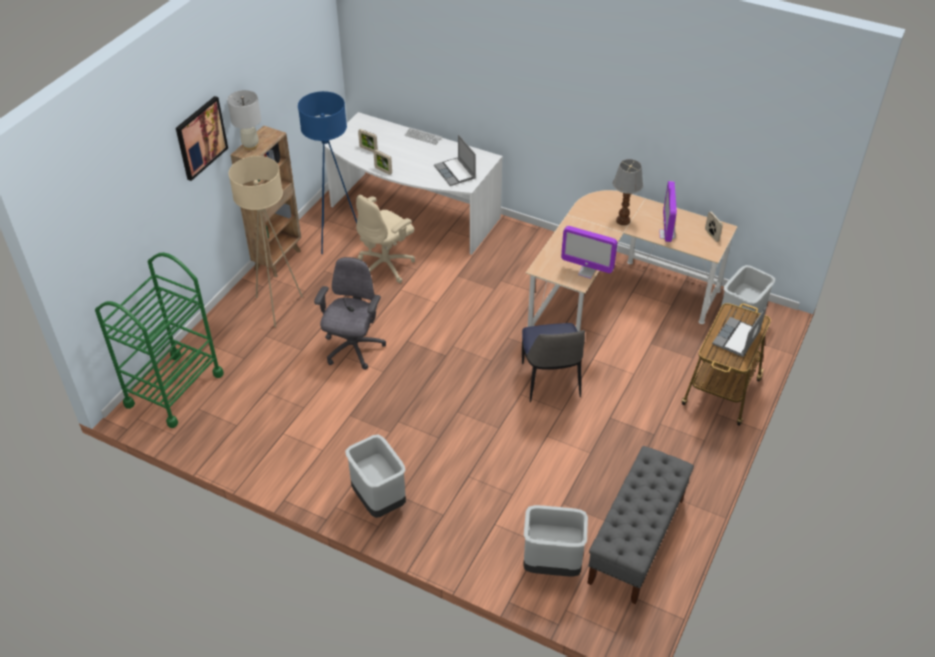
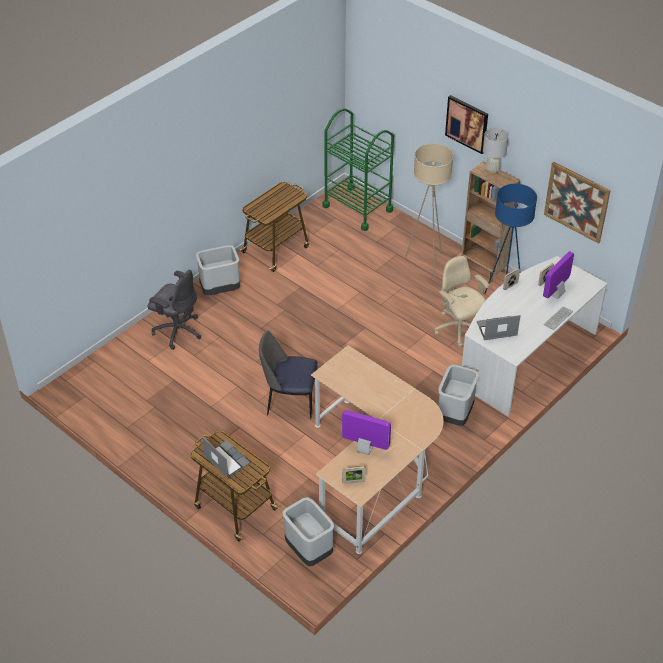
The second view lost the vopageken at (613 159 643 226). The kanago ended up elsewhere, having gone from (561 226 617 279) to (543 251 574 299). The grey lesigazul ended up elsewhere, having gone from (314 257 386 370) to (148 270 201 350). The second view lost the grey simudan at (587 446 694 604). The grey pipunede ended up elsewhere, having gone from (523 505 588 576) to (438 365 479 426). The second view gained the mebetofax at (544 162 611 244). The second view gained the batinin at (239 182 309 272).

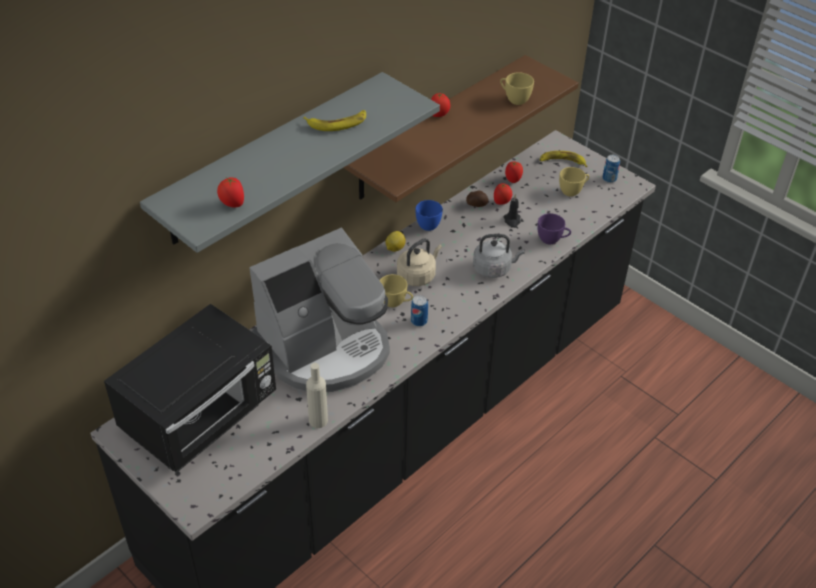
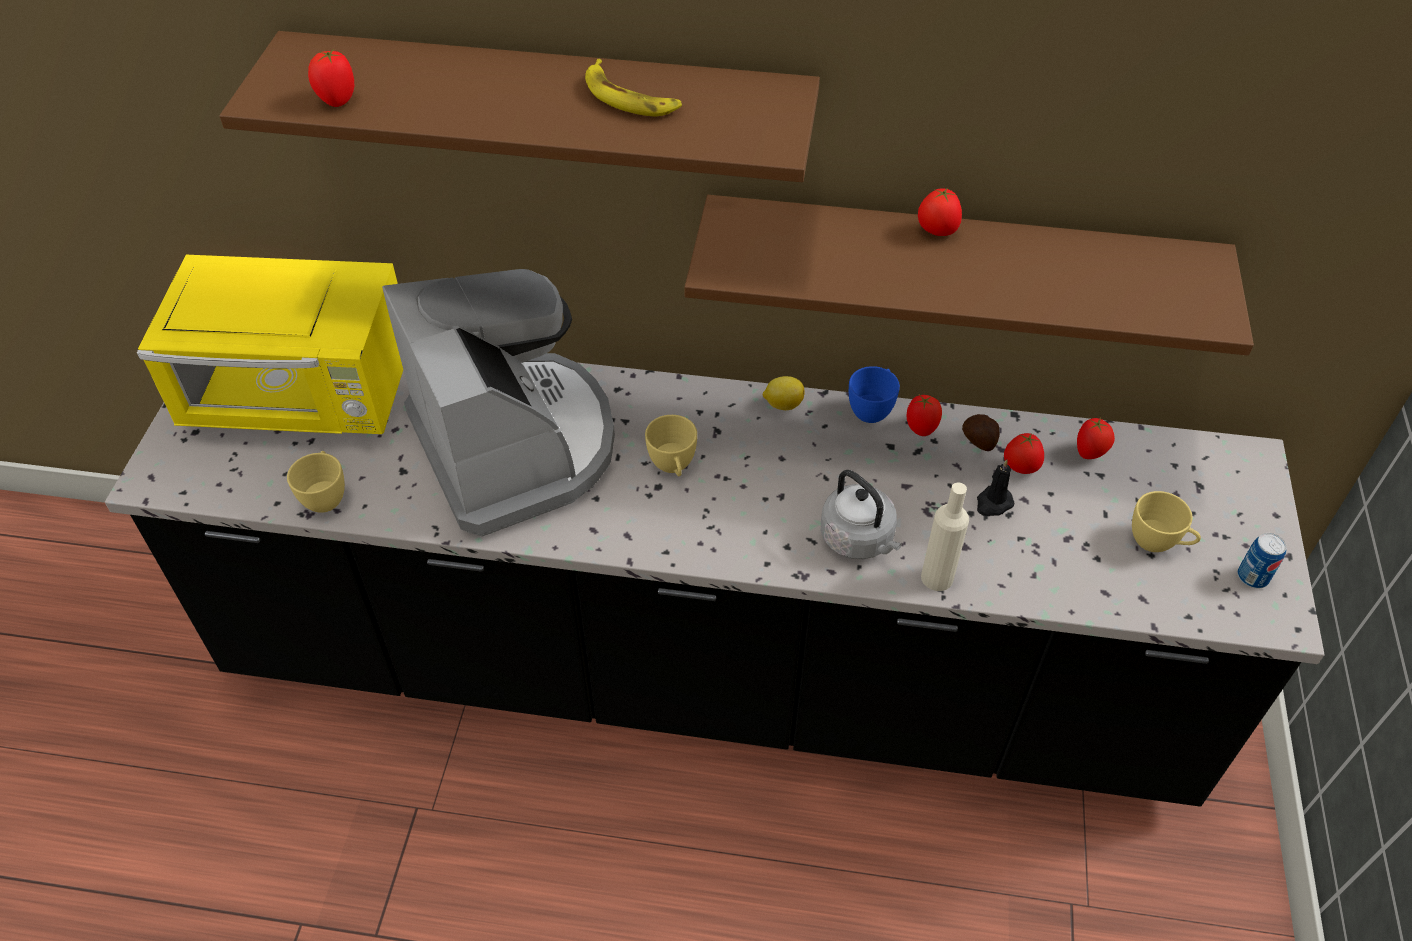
What was the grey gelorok at (140 72 440 253) turned into the brown gelorok at (219 31 820 182). The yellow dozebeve ended up elsewhere, having gone from (500 72 534 105) to (287 451 345 513). The second view lost the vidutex at (540 151 588 167). The second view lost the purple dozebeve at (538 213 571 245). The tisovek at (249 228 390 392) ended up facing another way, 135 degrees counterclockwise from before. The second view lost the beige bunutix at (397 238 442 286). The second view lost the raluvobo at (411 295 428 327). What was the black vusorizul at (104 304 276 473) turned into the yellow vusorizul at (137 255 403 434). The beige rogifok ended up elsewhere, having gone from (306 363 328 428) to (921 483 969 591). The second view gained the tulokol at (906 395 942 436).

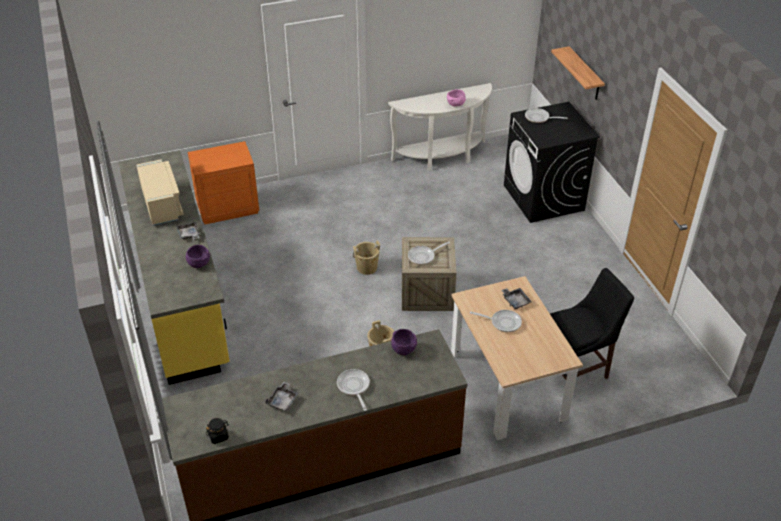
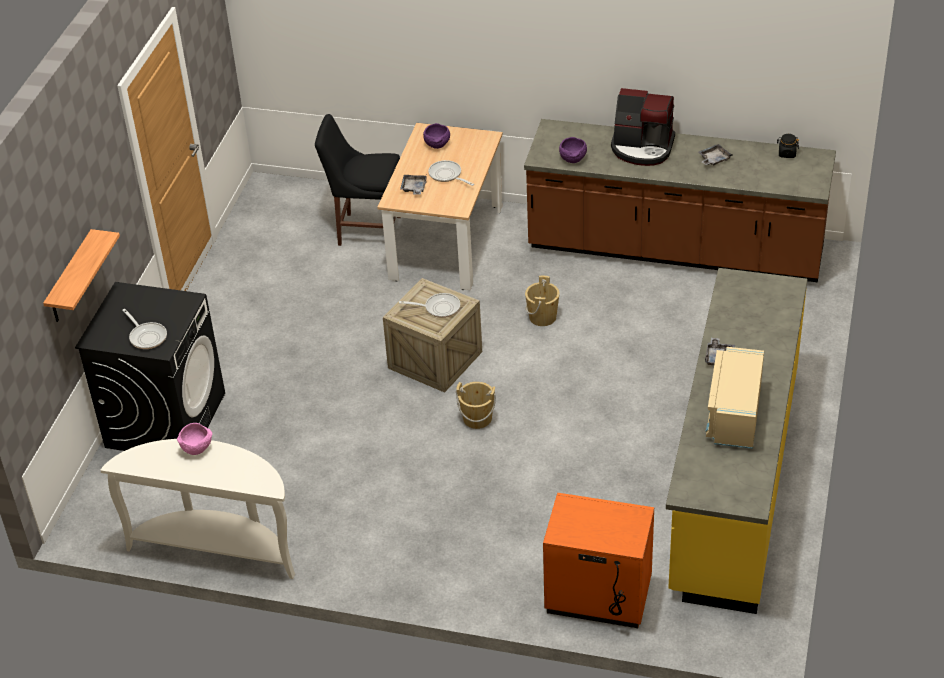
The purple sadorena ended up elsewhere, having gone from (186 245 210 268) to (423 123 450 149). Where the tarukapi stood at (337 369 370 411), the tisovek came to stand at (611 88 675 166).

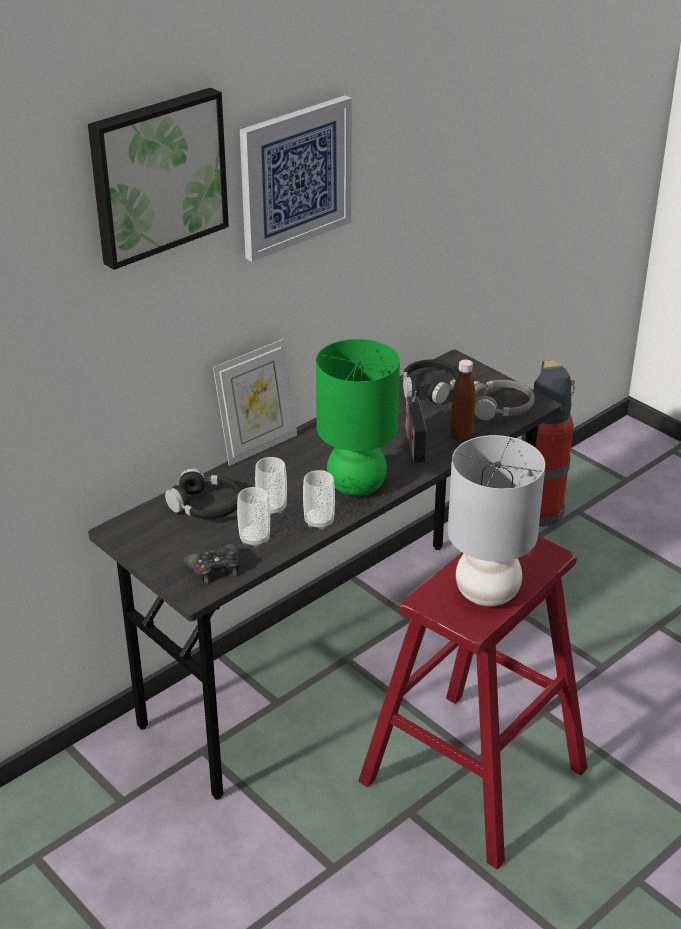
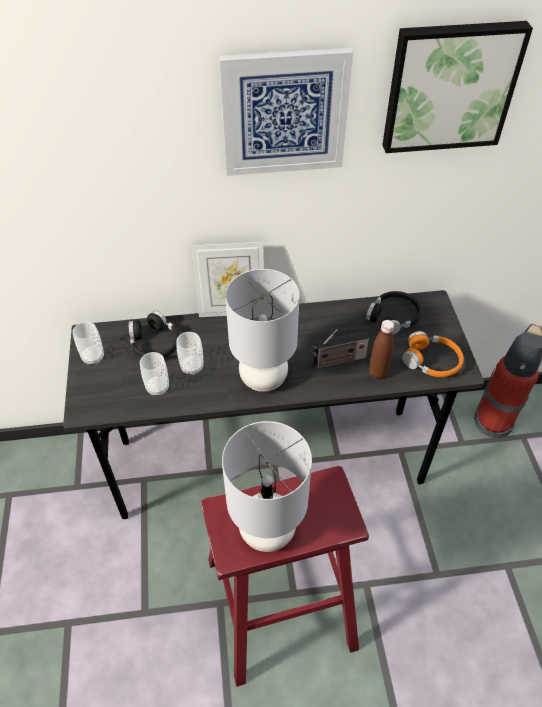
The mebetofax ended up elsewhere, having gone from (88 87 229 270) to (382 21 533 153). What was the green vopageken at (316 339 400 496) turned into the grey vopageken at (225 269 300 392). What was the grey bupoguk at (474 380 535 420) turned into the orange bupoguk at (402 331 464 377). The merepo at (405 391 427 463) ended up facing another way, 135 degrees counterclockwise from before. The dozebeve ended up elsewhere, having gone from (303 470 335 530) to (73 322 104 365). The second view lost the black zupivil at (184 544 240 583).

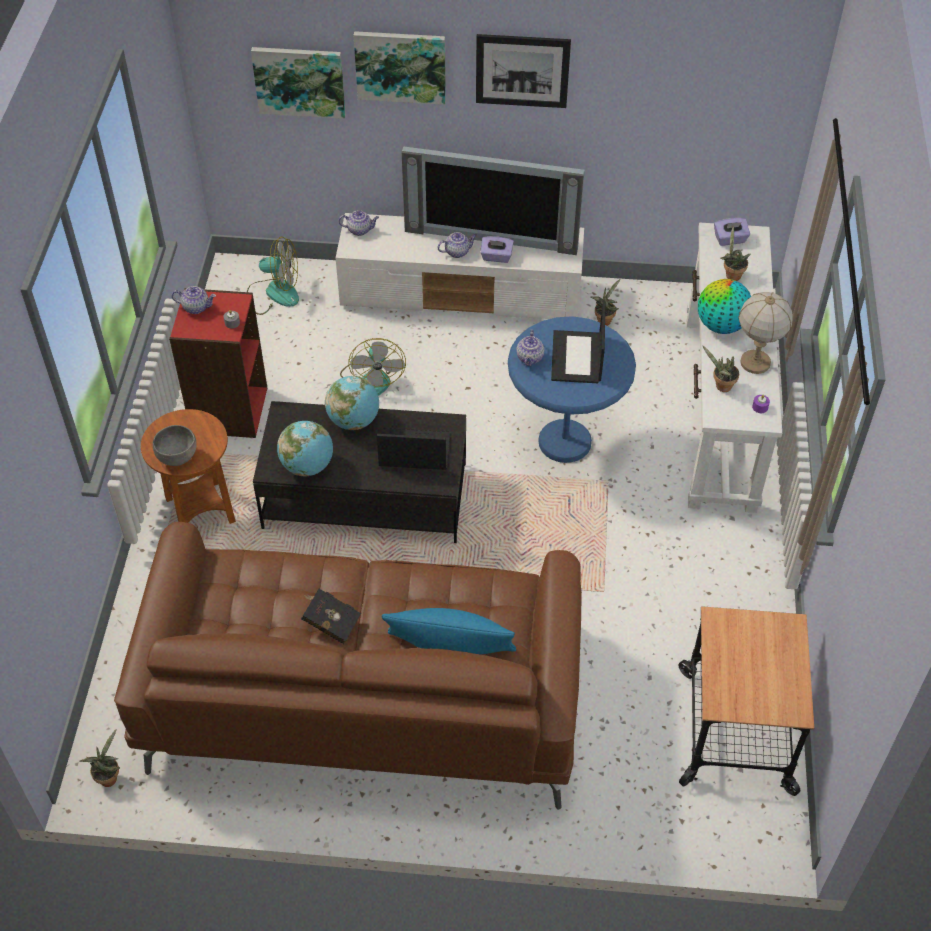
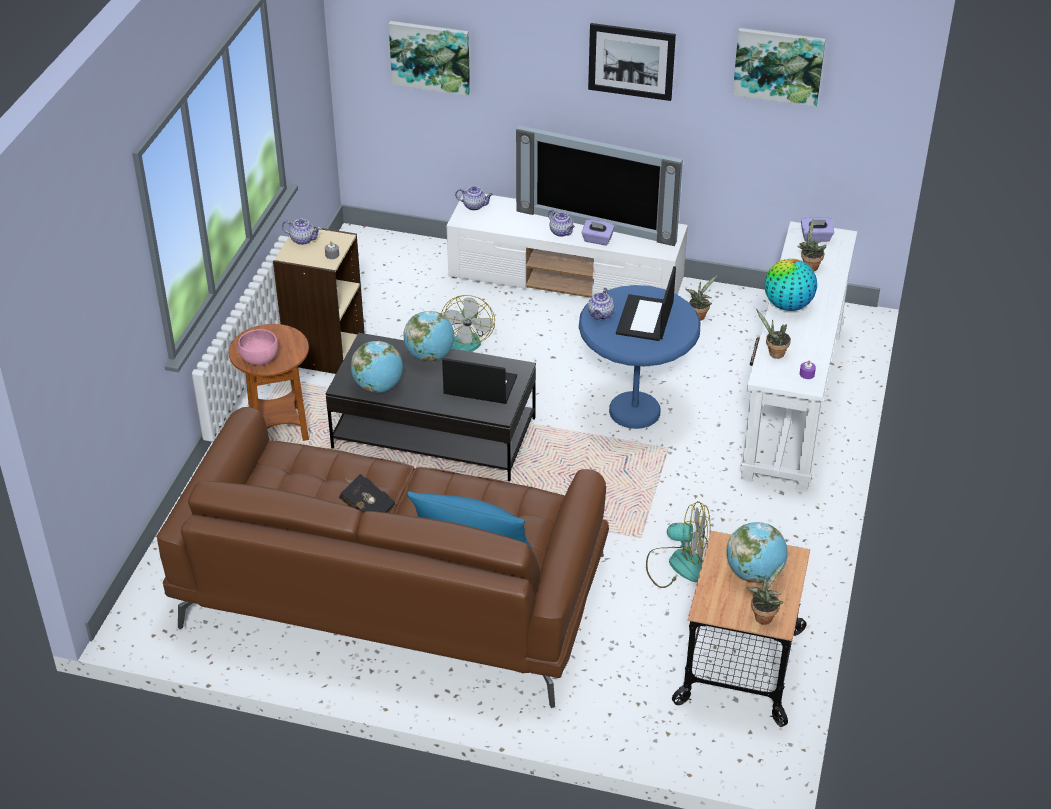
The mebetofax ended up elsewhere, having gone from (354 31 446 105) to (733 28 826 107). The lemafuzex at (438 232 477 258) ended up facing another way, 60 degrees clockwise from before. The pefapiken ended up elsewhere, having gone from (247 236 299 315) to (646 501 710 588). What was the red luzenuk at (169 288 267 438) turned into the beige luzenuk at (273 227 365 374). The second view lost the vopageken at (738 292 793 374). What was the grey sadorena at (153 425 197 466) turned into the pink sadorena at (238 329 278 366). The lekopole ended up elsewhere, having gone from (79 729 120 787) to (746 563 784 625). The second view gained the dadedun at (727 522 788 583).

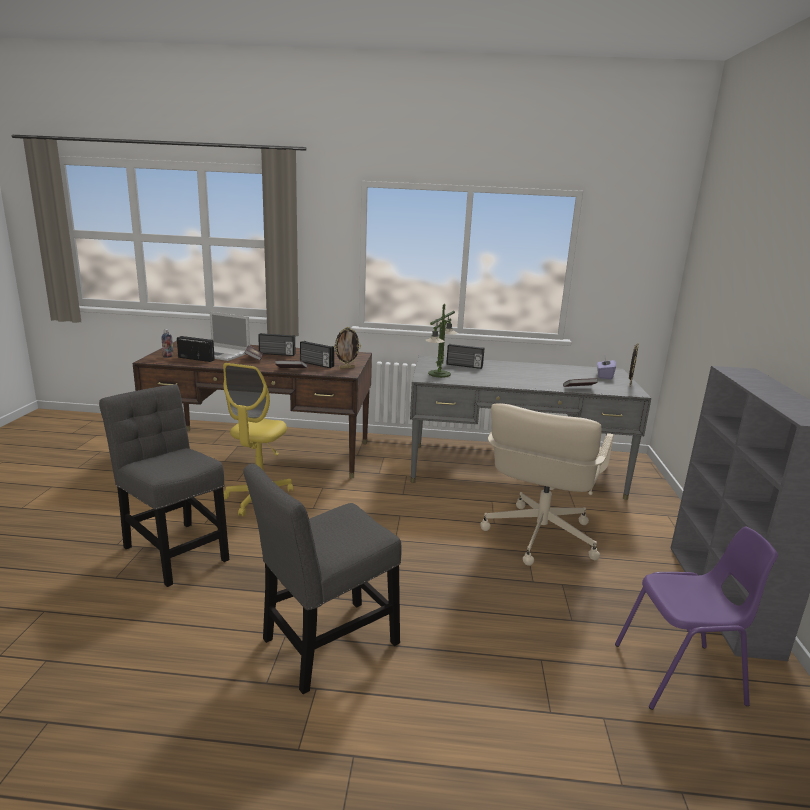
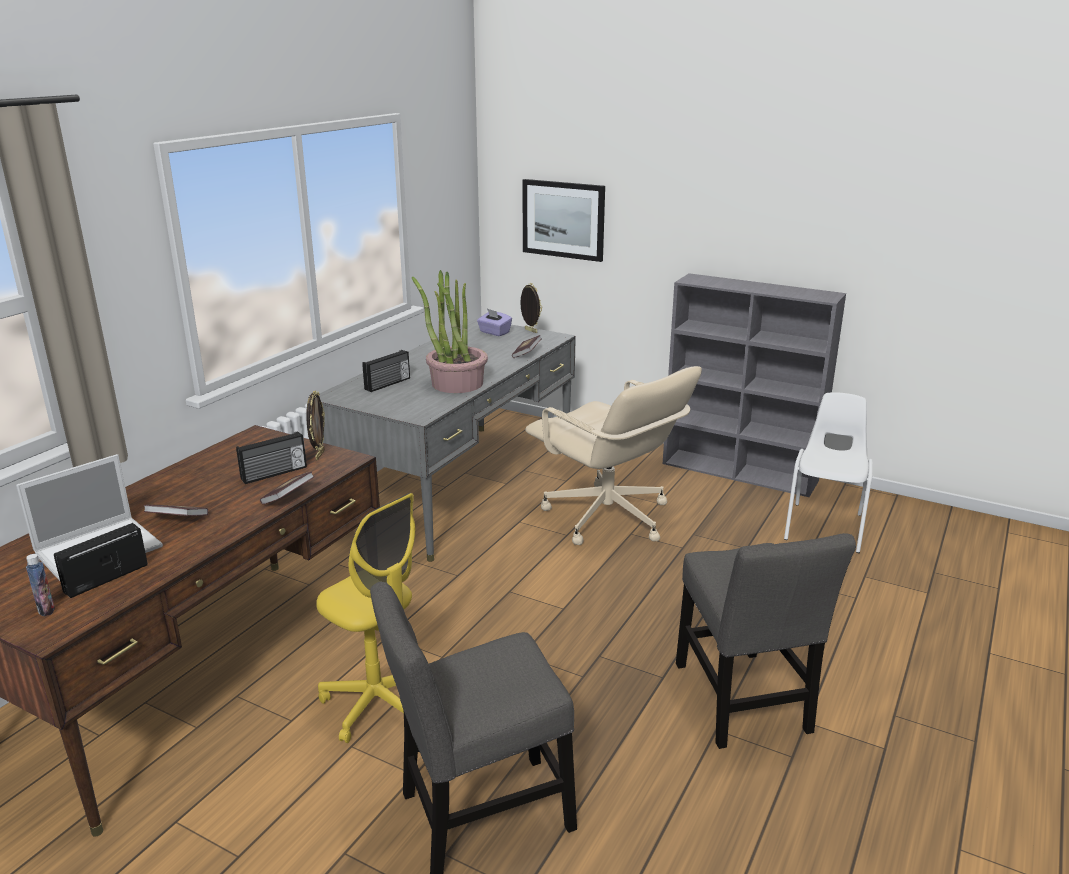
The second view lost the vopageken at (425 303 457 378). The second view lost the merepo at (258 333 295 356). What was the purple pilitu at (615 527 778 710) turned into the white pilitu at (784 392 873 553). The second view gained the mebetofax at (522 179 605 262). The second view gained the lekopole at (412 270 488 393).

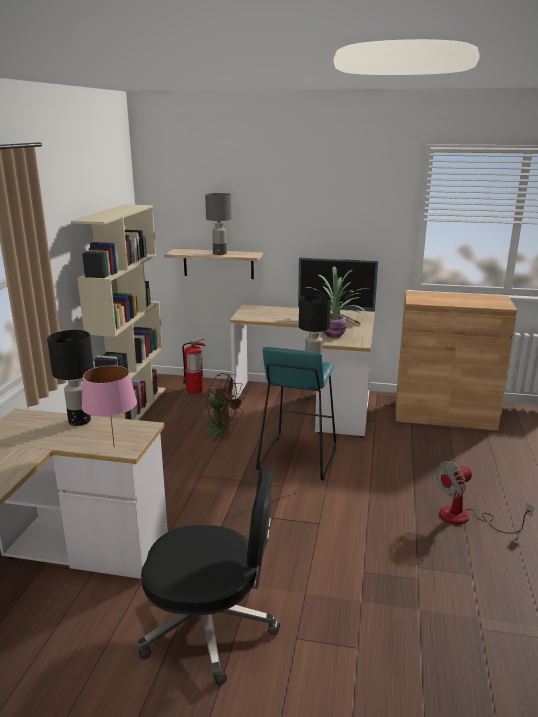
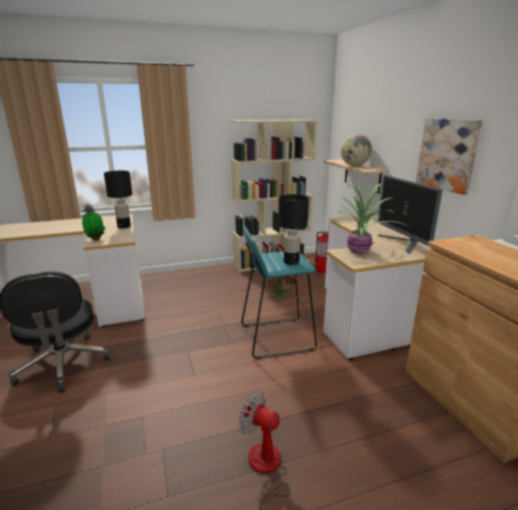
Where the grey vopageken stood at (205 193 231 255), the dadedun came to stand at (341 134 372 166). Where the pink vopageken stood at (82 366 137 447), the lekopole came to stand at (82 204 105 241). The second view gained the mebetofax at (416 118 483 195).

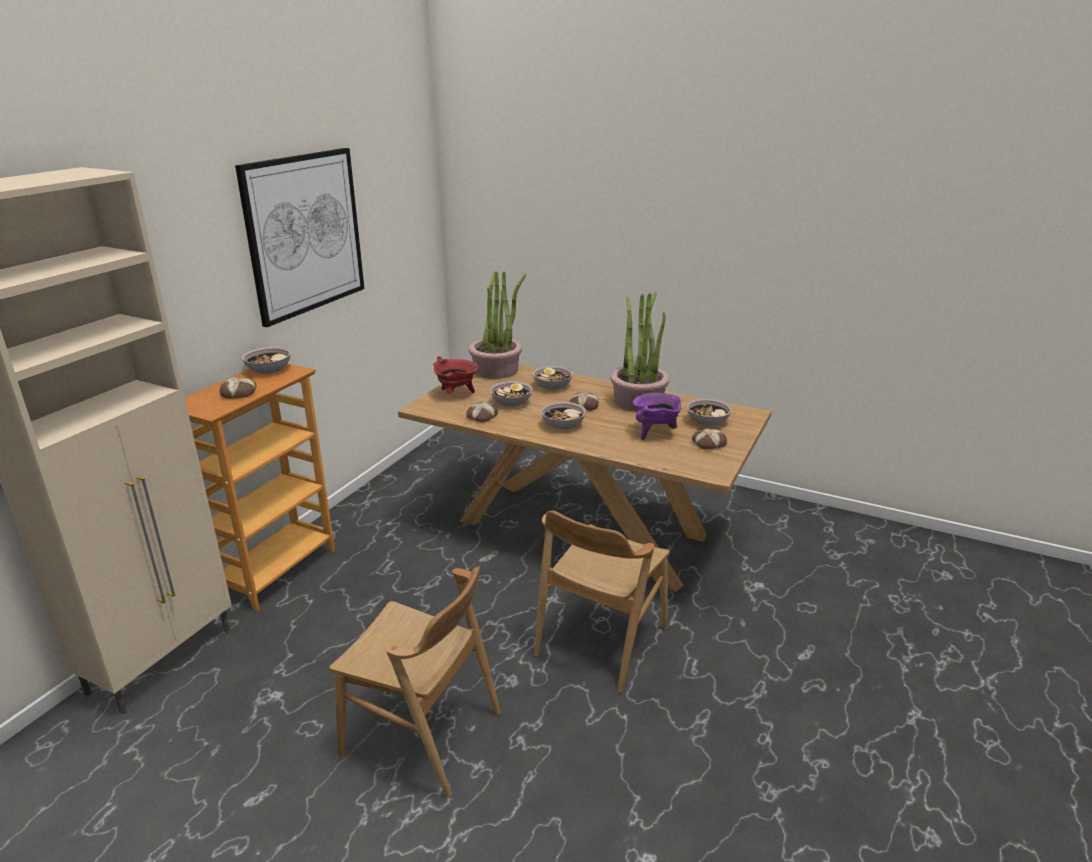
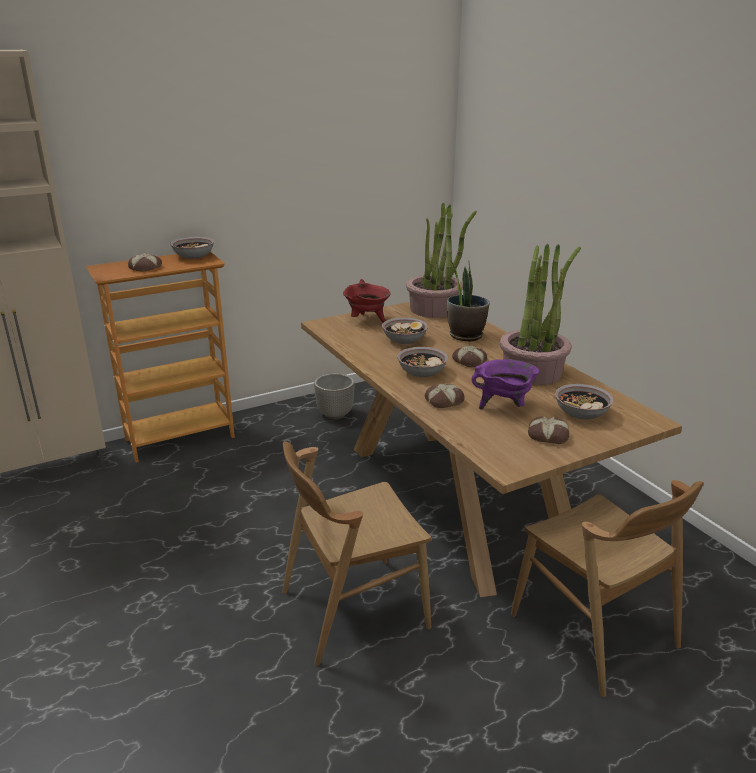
The second view lost the mebetofax at (235 148 364 327). Where the sadorena stood at (533 366 573 390), the lekopole came to stand at (447 261 489 341). The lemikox ended up elsewhere, having gone from (466 402 498 422) to (425 383 465 408). The brown pilitu ended up elsewhere, having gone from (329 566 501 797) to (511 480 704 697). The second view gained the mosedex at (314 373 355 419).

